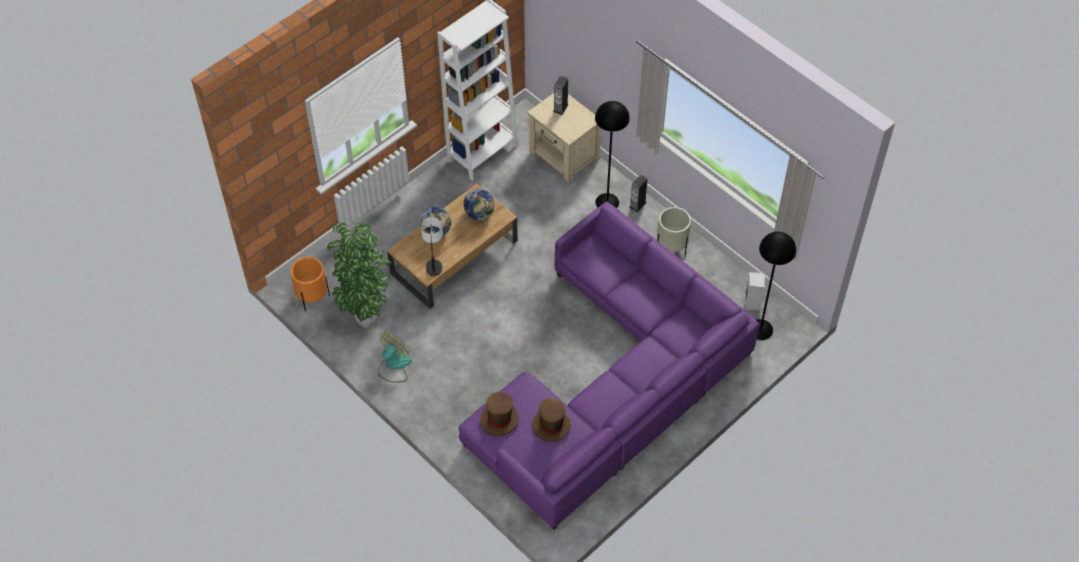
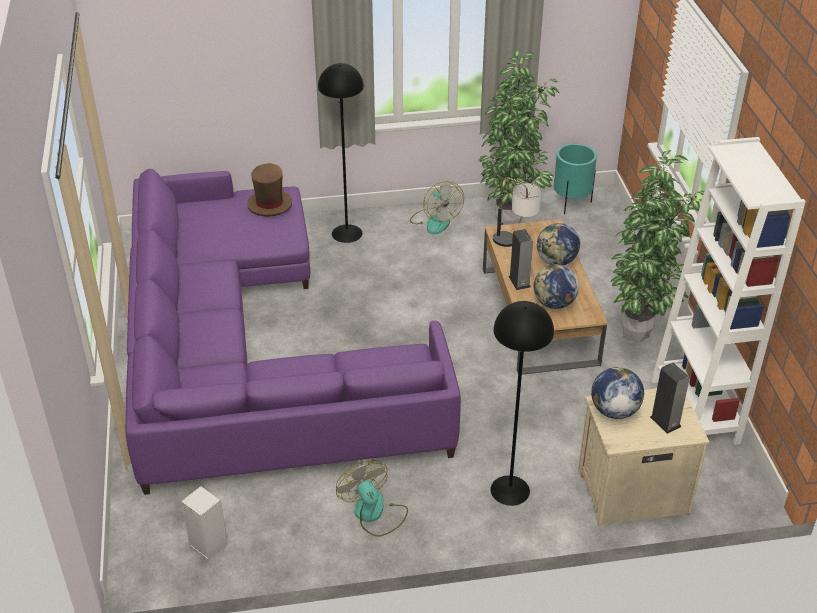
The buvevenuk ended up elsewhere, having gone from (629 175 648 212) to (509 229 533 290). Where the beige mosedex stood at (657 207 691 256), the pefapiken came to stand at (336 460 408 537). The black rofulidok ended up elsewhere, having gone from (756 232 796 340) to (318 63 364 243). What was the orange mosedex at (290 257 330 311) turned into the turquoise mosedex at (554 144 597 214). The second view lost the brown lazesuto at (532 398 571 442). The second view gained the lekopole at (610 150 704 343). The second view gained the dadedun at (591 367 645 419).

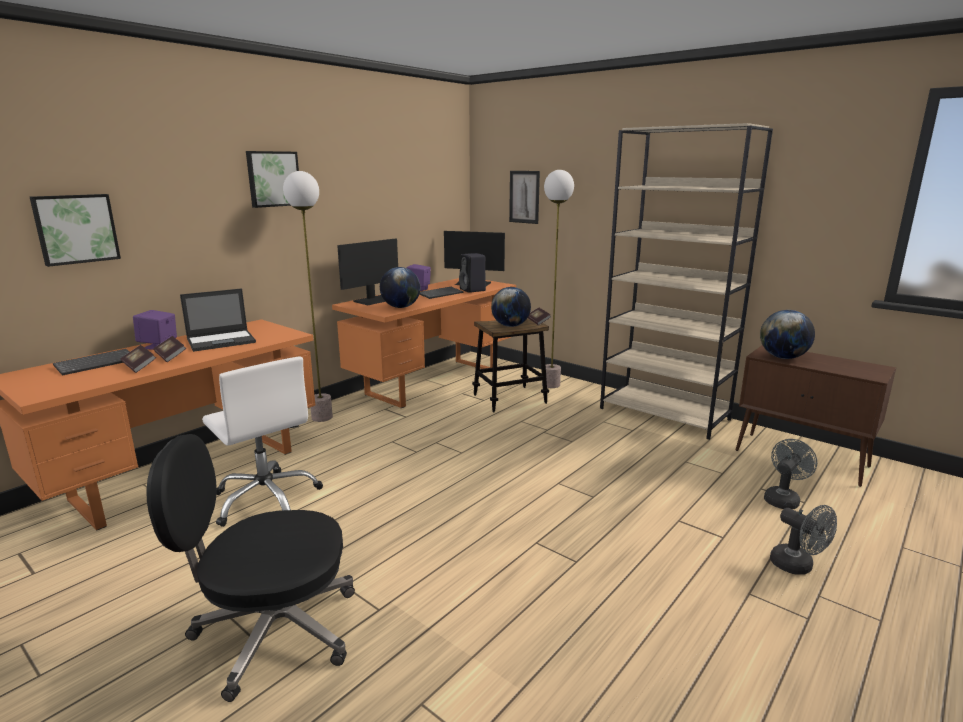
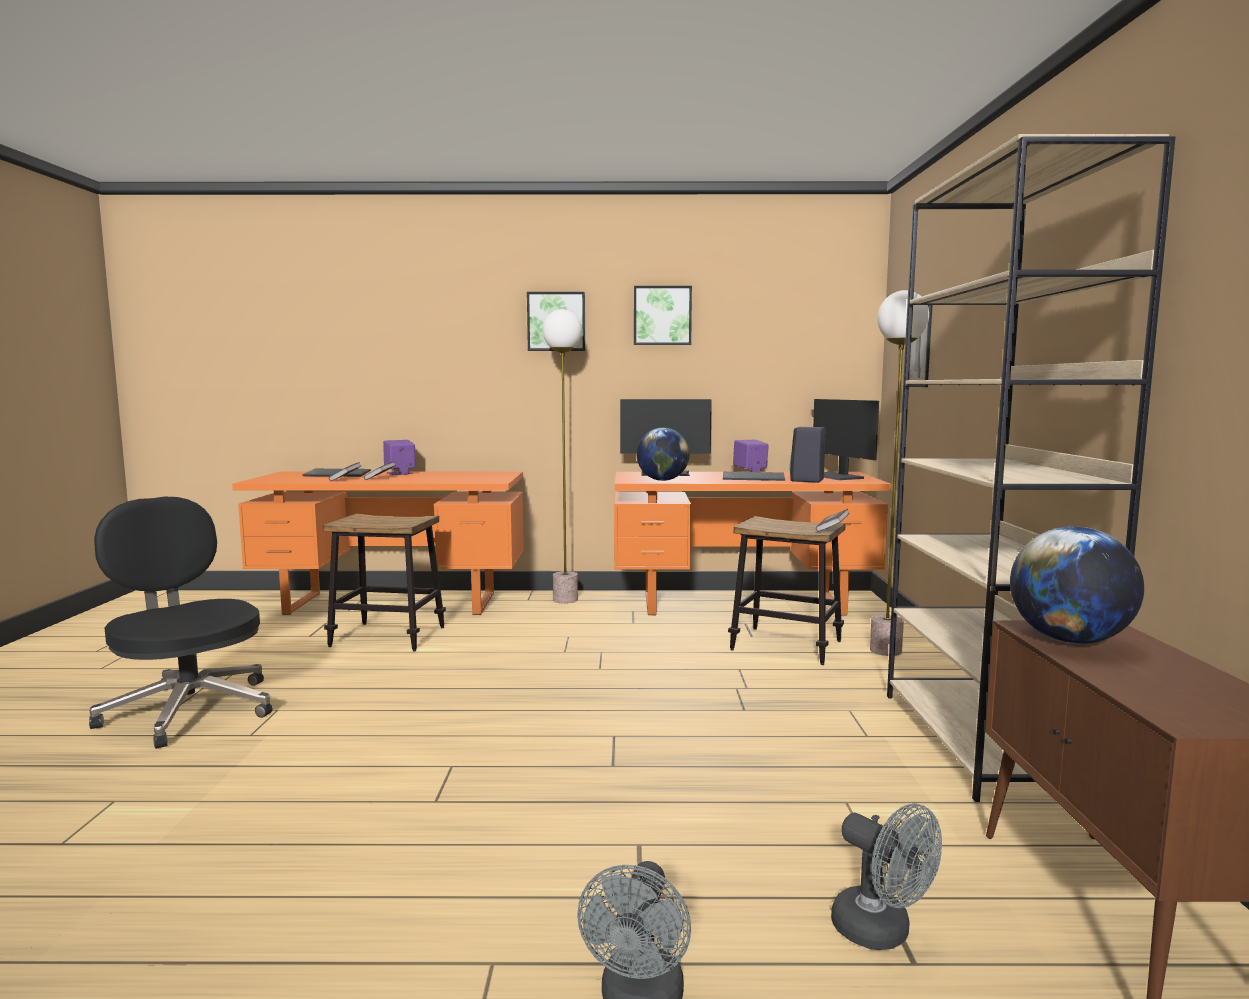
The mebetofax ended up elsewhere, having gone from (30 194 121 267) to (634 286 692 345). The second view lost the dadedun at (491 287 531 327). The second view lost the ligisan at (180 288 256 352). Where the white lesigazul stood at (202 356 323 527), the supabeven came to stand at (323 514 446 651). The grey pefapiken at (764 439 817 509) ended up facing another way, 45 degrees clockwise from before.

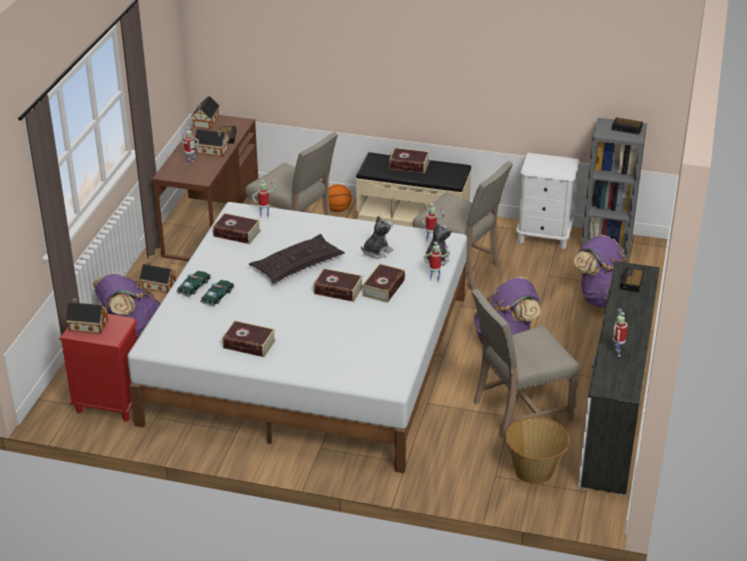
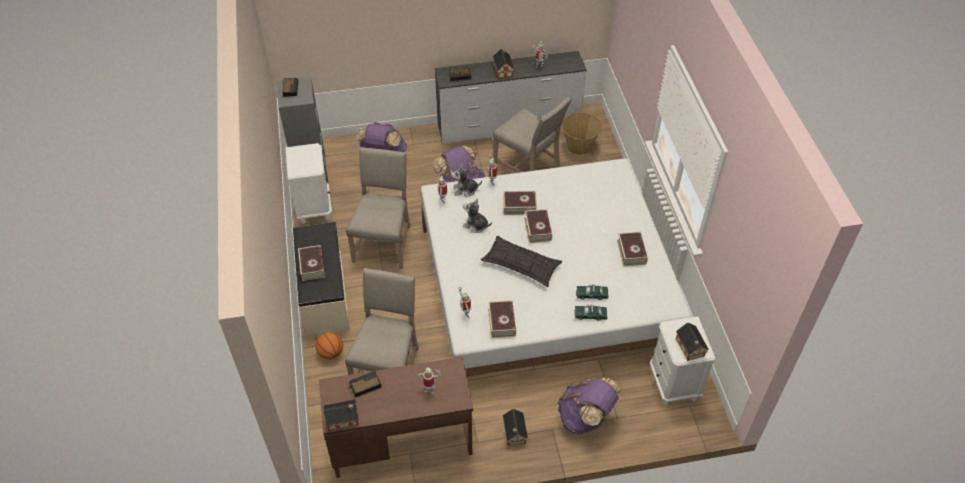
The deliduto ended up elsewhere, having gone from (194 129 229 157) to (493 49 514 78). What was the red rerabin at (59 314 137 422) turned into the white rerabin at (650 316 716 407).

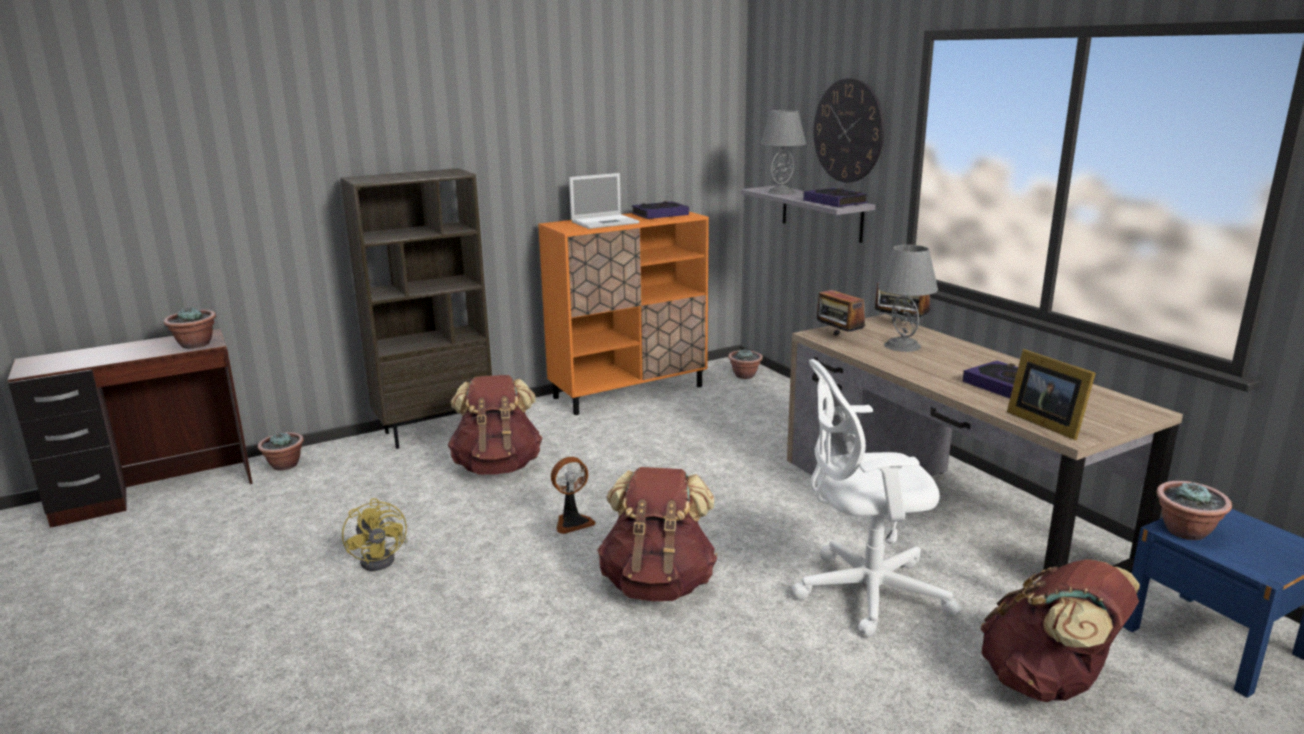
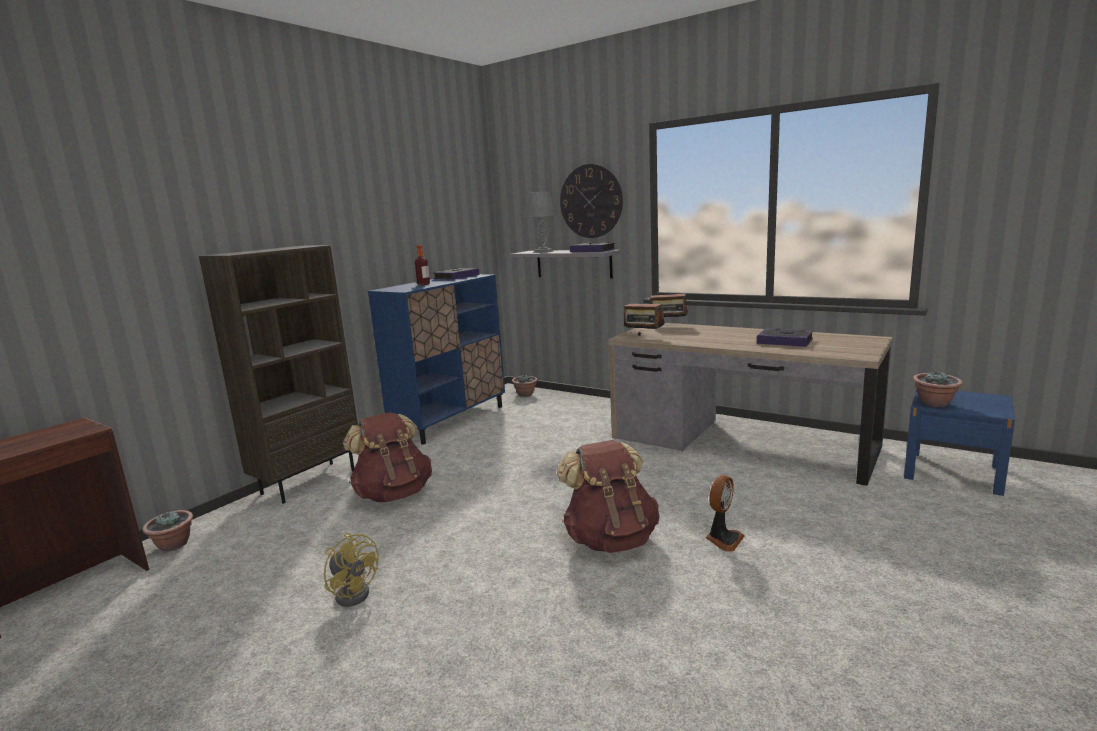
Where the ligisan stood at (569 173 639 229), the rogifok came to stand at (415 245 430 285). What was the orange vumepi at (538 212 709 415) turned into the blue vumepi at (368 274 505 444). The second view lost the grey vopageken at (878 245 938 352). The second view lost the lekopole at (163 307 216 349). The second view lost the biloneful at (1007 349 1096 440). The second view lost the white lesigazul at (792 359 961 637). The pefapiken ended up elsewhere, having gone from (551 457 596 534) to (705 475 745 552). The second view lost the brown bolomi at (980 560 1140 702).

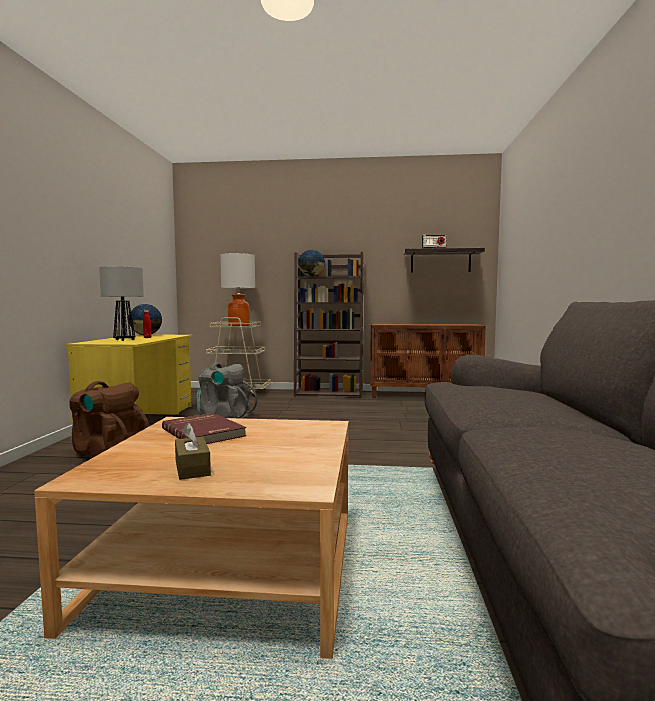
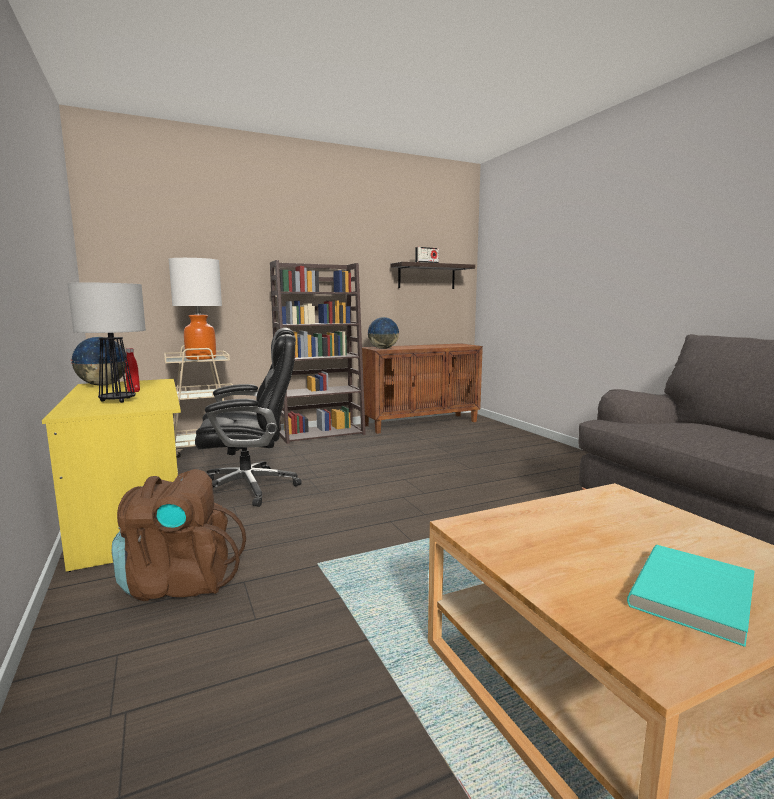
The dadedun ended up elsewhere, having gone from (298 250 325 276) to (367 317 400 349). Where the grey bolomi stood at (197 363 257 419), the black lesigazul came to stand at (195 328 302 507). The second view lost the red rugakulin at (162 413 246 444). Where the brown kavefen stood at (175 423 211 480), the turquoise rugakulin came to stand at (627 545 755 647).

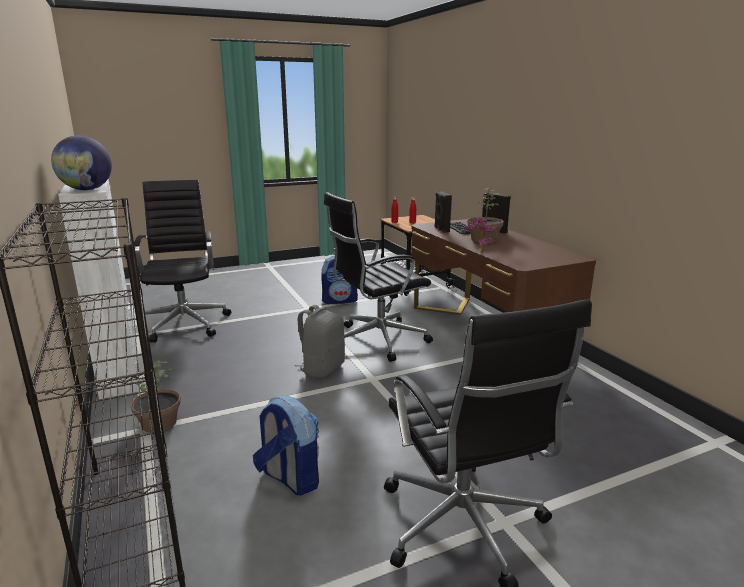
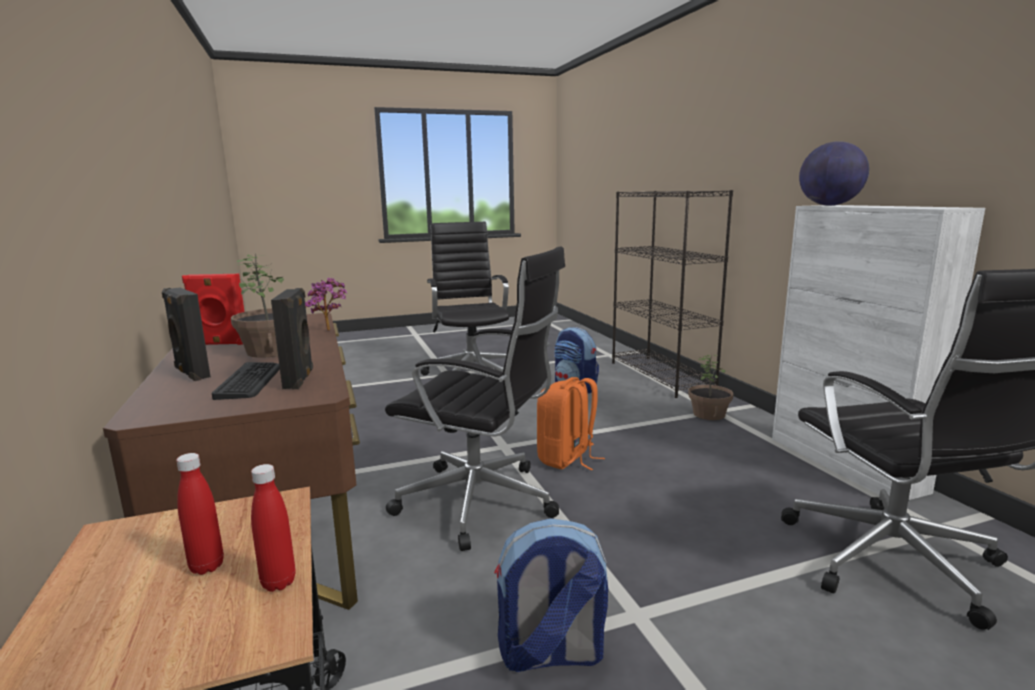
The black lesigazul at (324 192 433 362) ended up facing another way, 45 degrees clockwise from before. What was the grey bolomi at (294 305 345 378) turned into the orange bolomi at (537 377 605 470). The second view gained the red buvevenuk at (182 274 245 345).

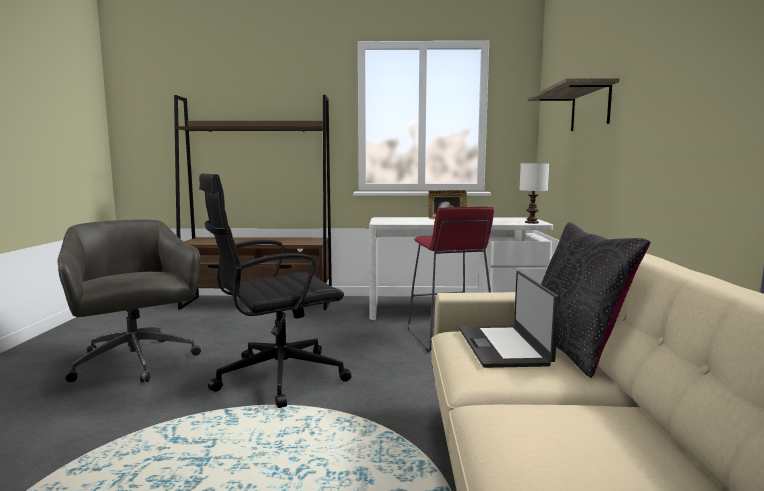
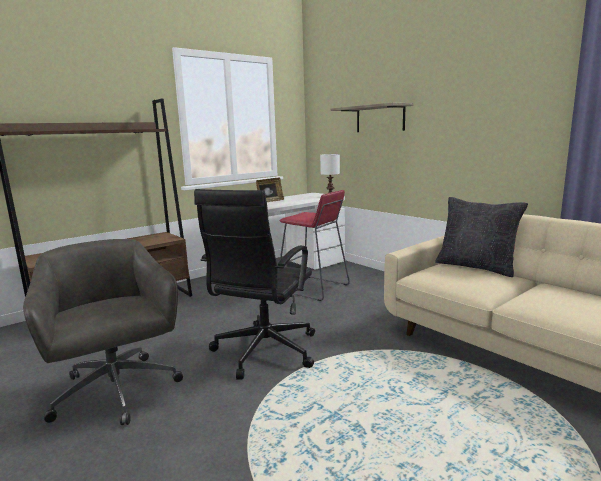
The grey lesigazul at (57 220 201 383) ended up facing another way, 45 degrees clockwise from before. The second view lost the ligisan at (459 271 559 368).

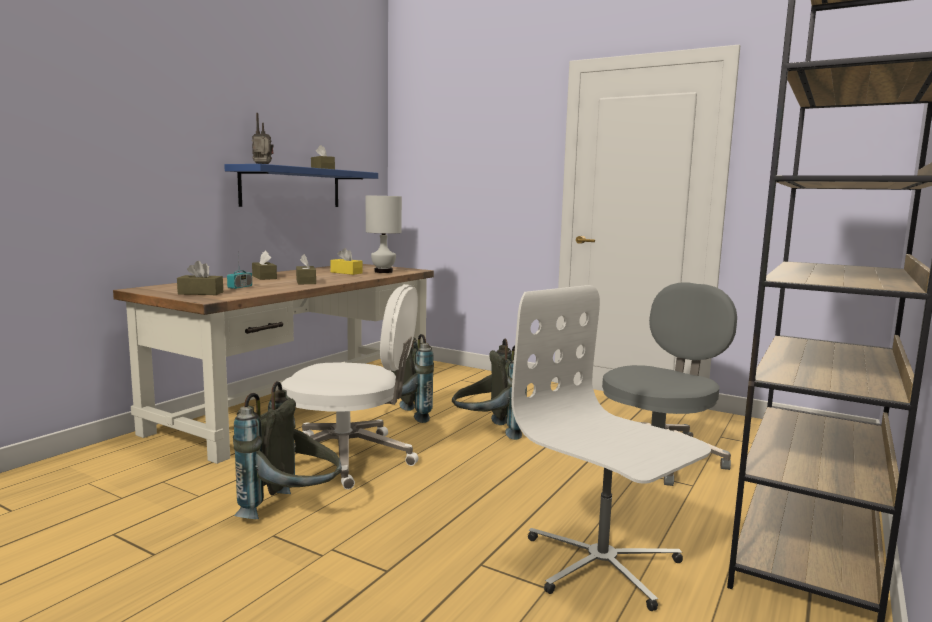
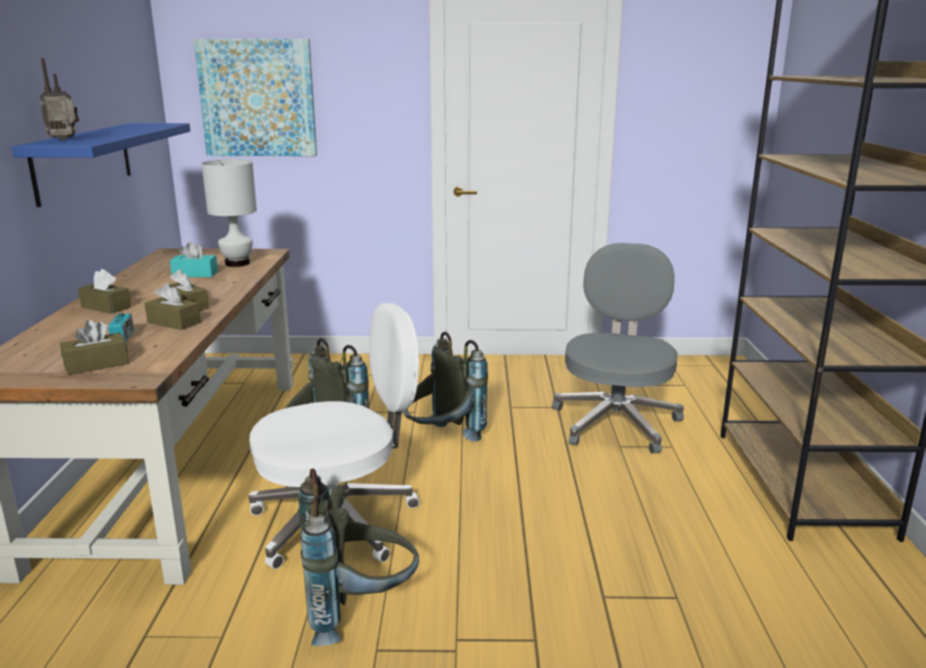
The brown kavefen ended up elsewhere, having gone from (311 145 335 169) to (145 283 201 330). What was the yellow kavefen at (330 248 363 275) turned into the turquoise kavefen at (170 242 218 277). The second view lost the white lesigazul at (511 285 711 611). The second view gained the mebetofax at (193 39 317 156).

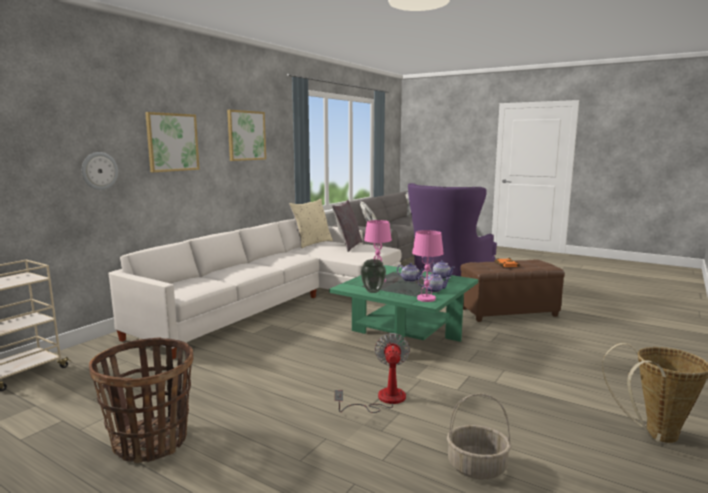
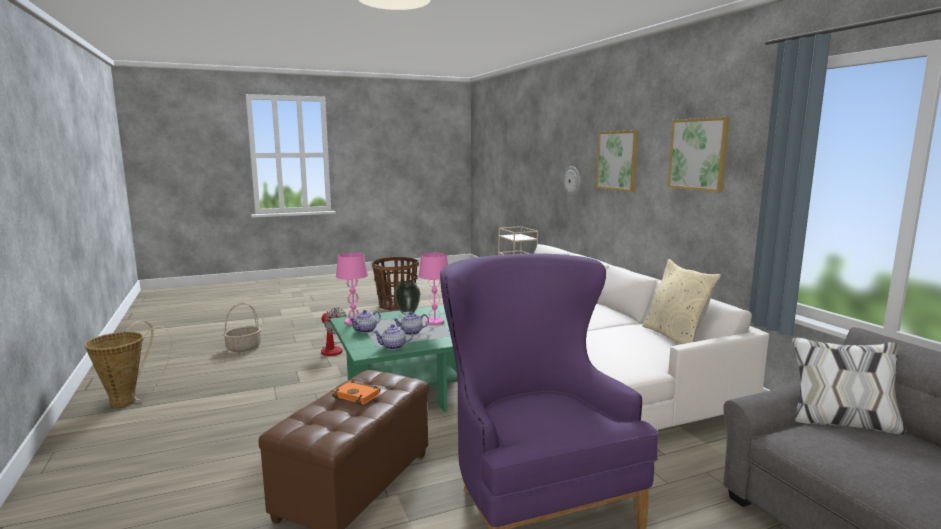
The second view lost the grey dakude at (332 200 363 252).

